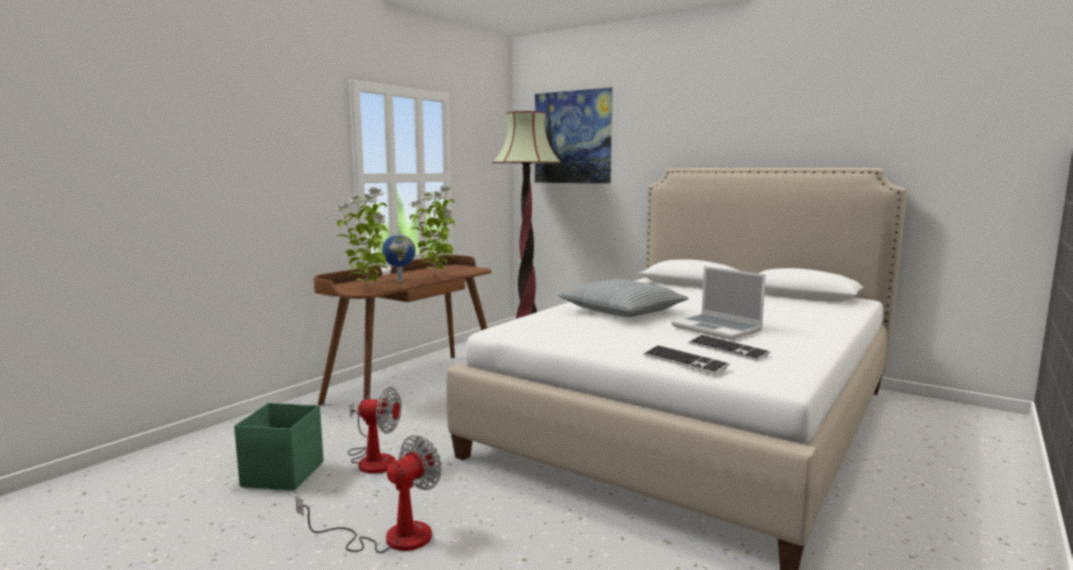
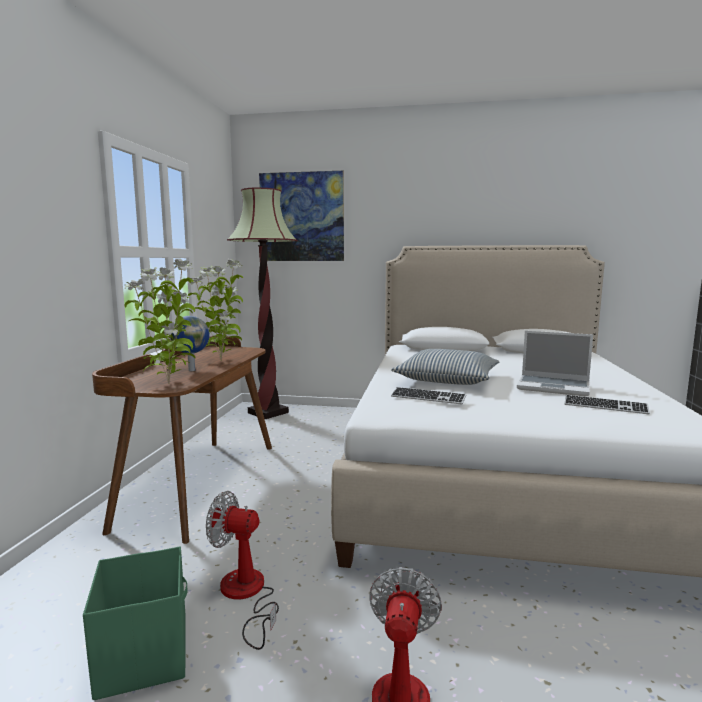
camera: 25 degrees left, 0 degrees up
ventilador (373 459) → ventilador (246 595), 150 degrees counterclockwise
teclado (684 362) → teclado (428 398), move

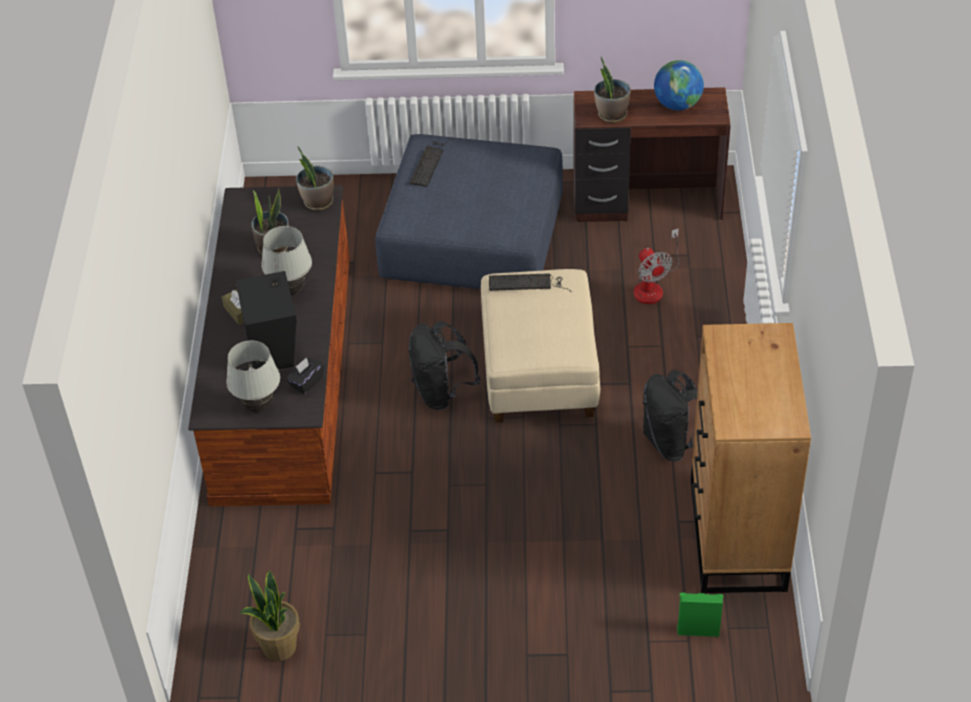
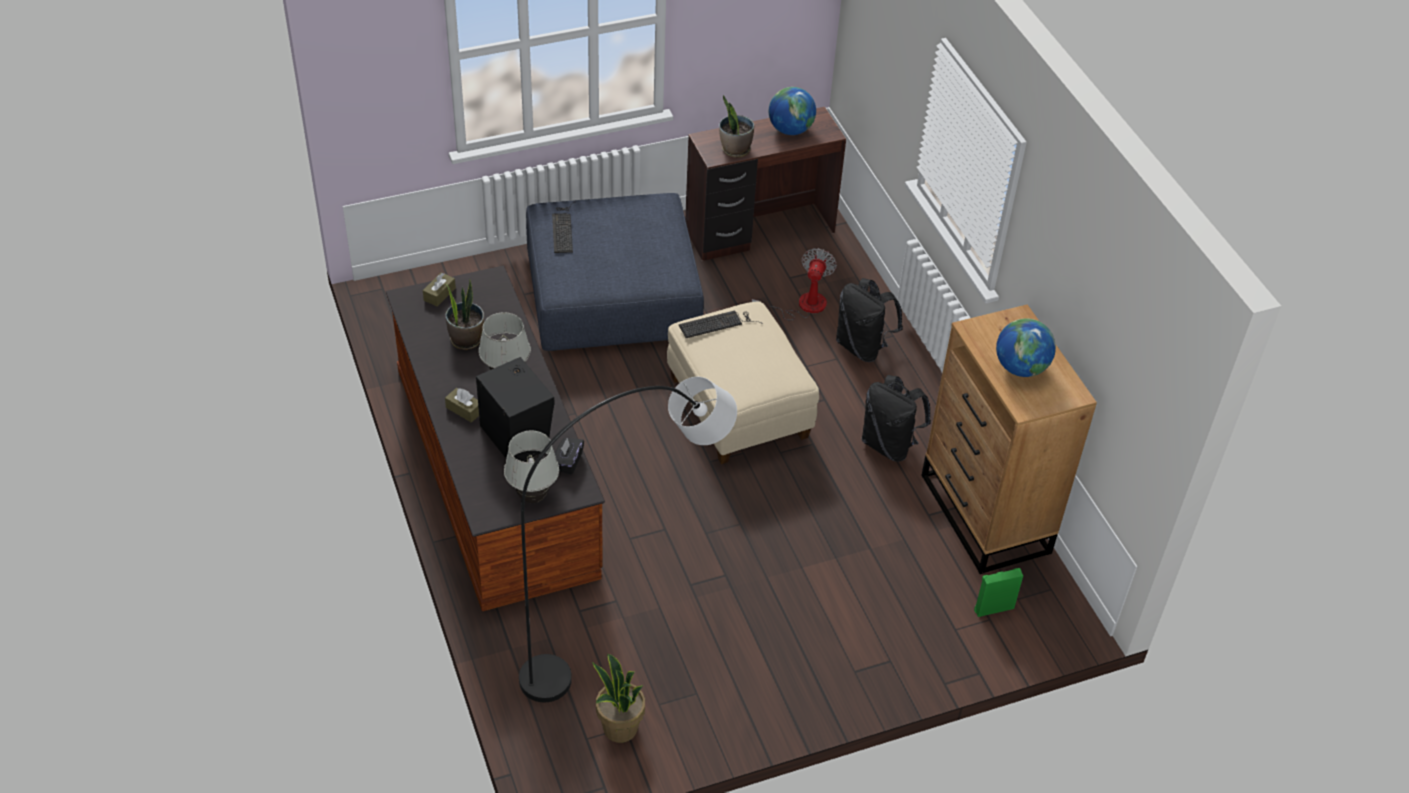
camera: 25 degrees left, 0 degrees up
planta en maceta (317 202) → -
mochila/negro (442 393) → mochila/negro (862 347), move
ventilador (653 286) → ventilador (802 306), 120 degrees counterclockwise
- → caja de pañuelos/marrón (439 294)
- → lámpara de pie/negro (627 634)
- → globo terráqueo (1020 368)

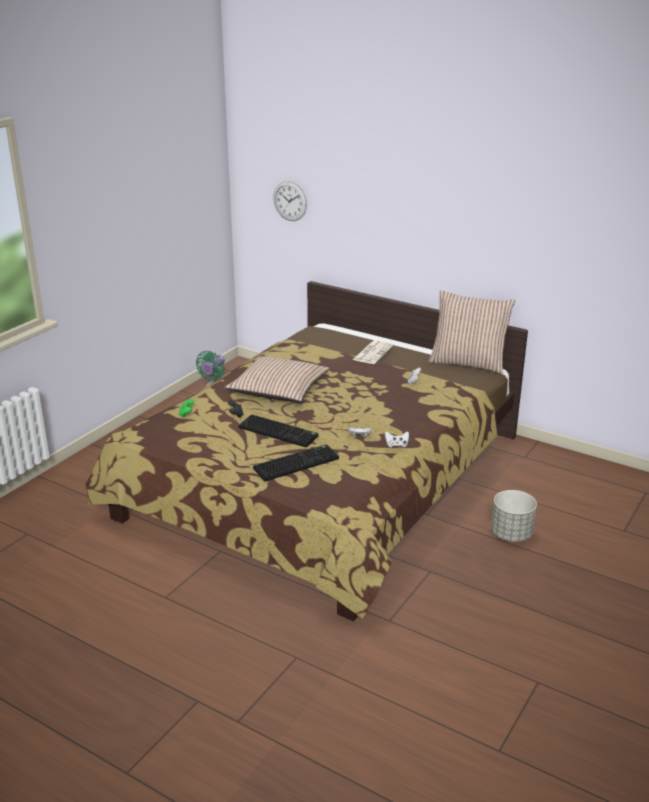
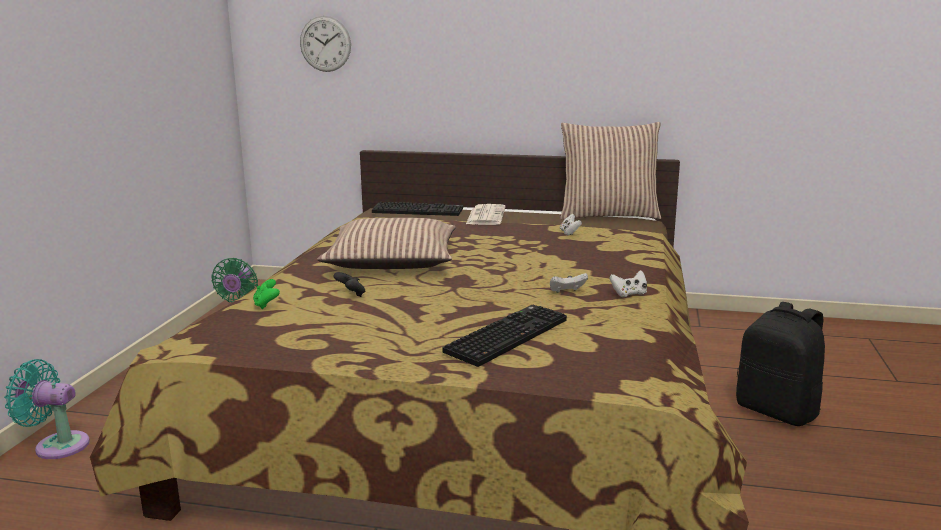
camera: 20 degrees left, 10 degrees down
teclado (279 431) → teclado (419 210), move
maceta/gris (511 534) → mochila/negro (777 411)
- → ventilador/turquesa (57 445)

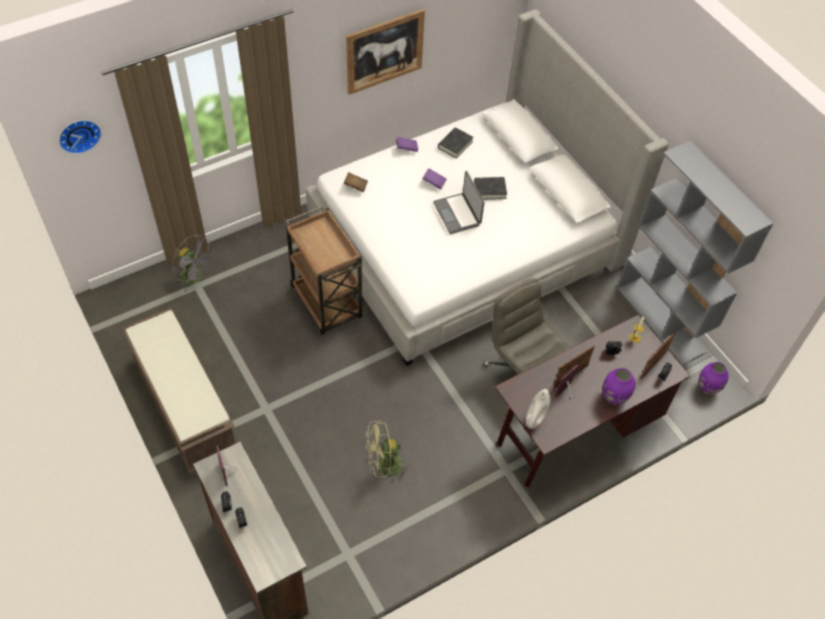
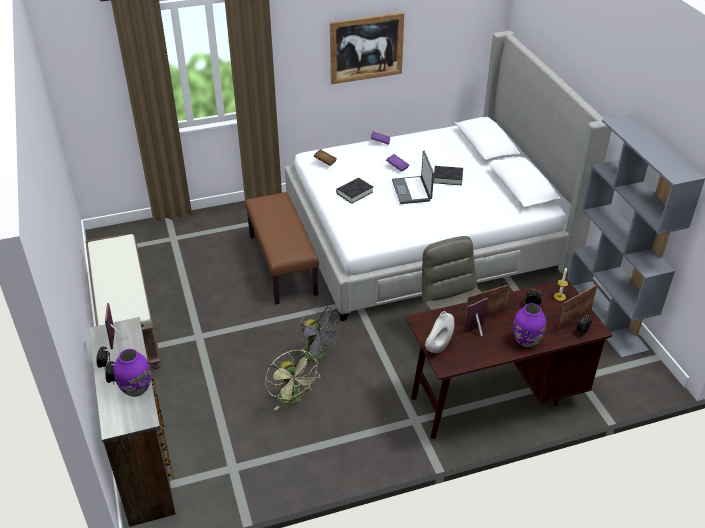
camera: 15 degrees right, 15 degrees down
reloj de pared (79 134) → -
ventilador/gris (196 278) → ventilador/gris (317 355), move
carrito/marrón (327 303) → banco/marrón (283 265)
ventilador/verde (384 466) → ventilador/verde (293 399), 120 degrees counterclockwise
libro/negro (455 145) → libro/negro (354 193), move
florero/morado (708 387) → florero/morado (136 389), move

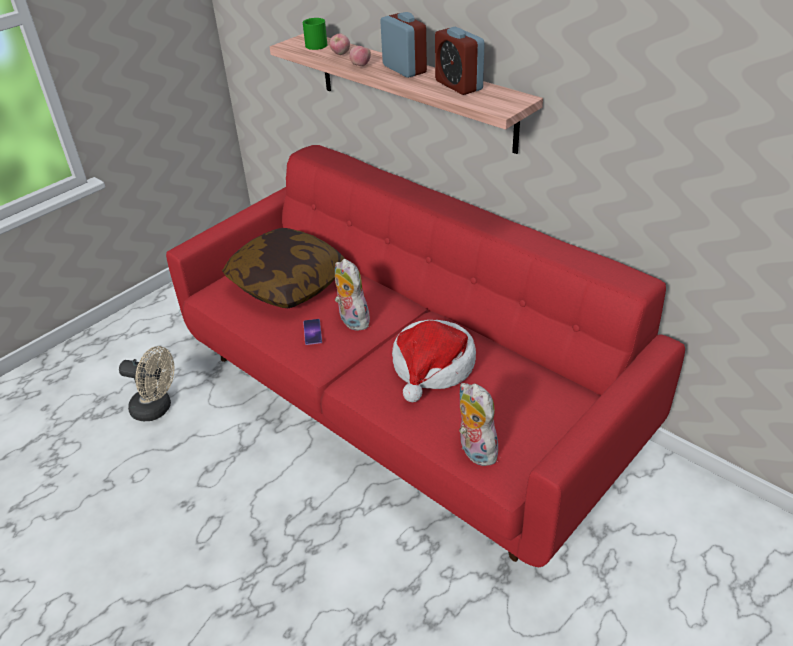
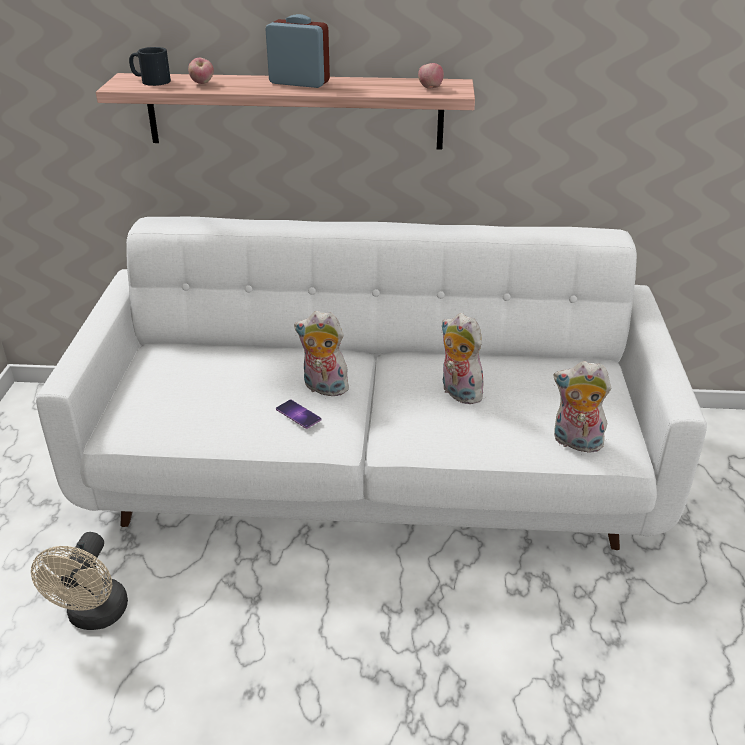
camera: 40 degrees left, 5 degrees down
ventilador/beis (157 408) → ventilador/beis (94 616), 120 degrees clockwise
sofá/rojo (402 400) → sofá/blanco (373 470)
cojín (288 283) → -
taza grande/verde (313 44) → taza grande/negro (150 81)
manzana (360 65) → manzana (430 88), move
sombrero (432 367) → peluche (458 393)
despertador (458 85) → -

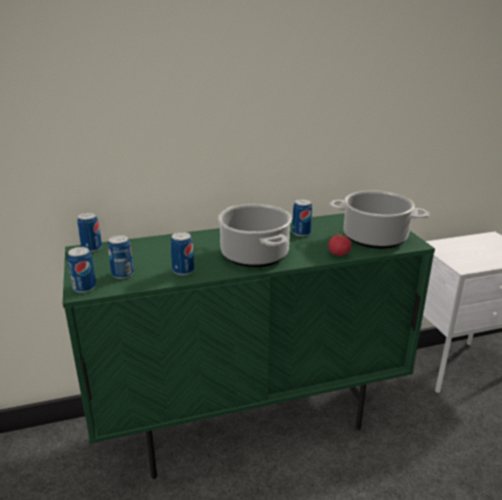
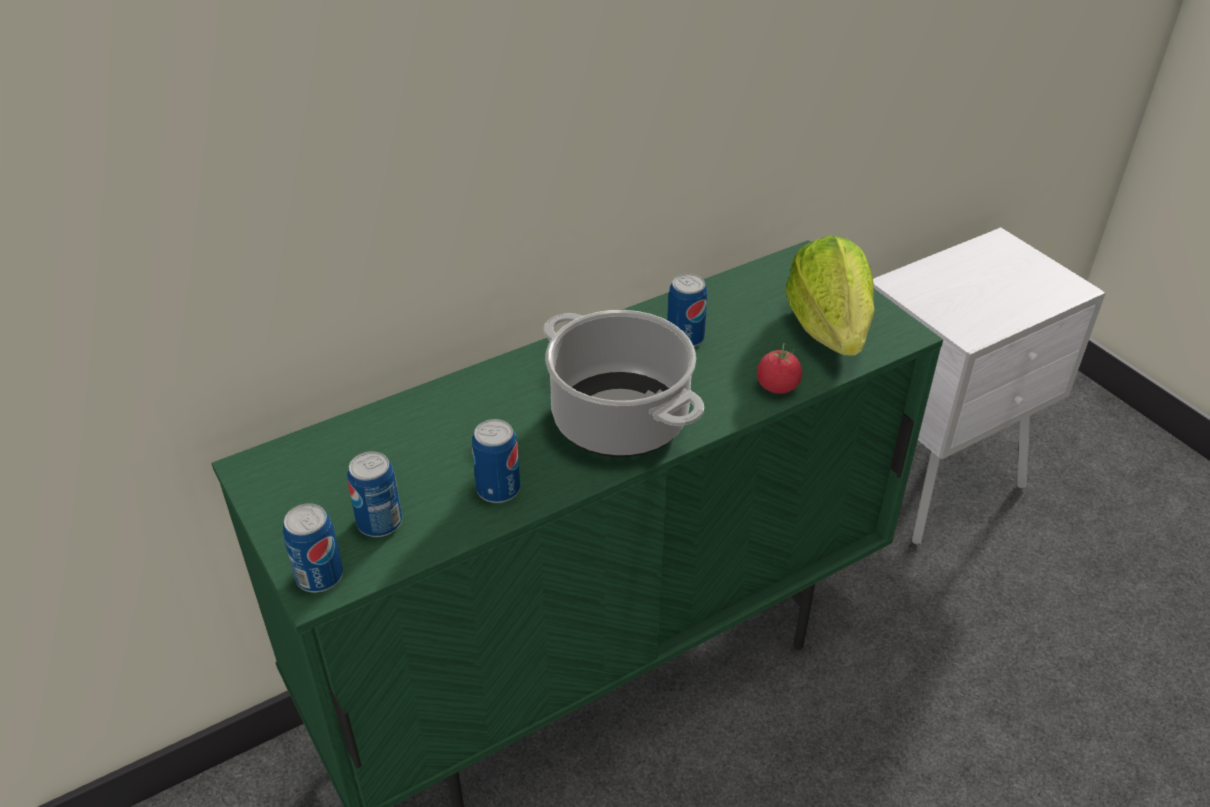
camera: 15 degrees left, 15 degrees up
lata (92 248) → -
olla (375 238) → lechuga (829 330)

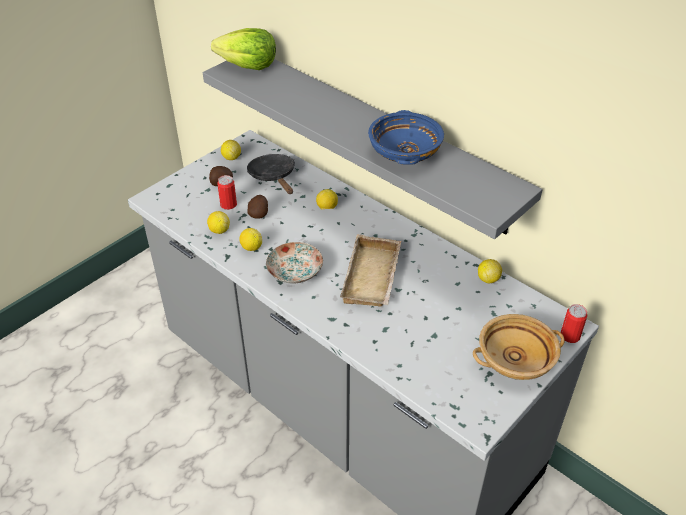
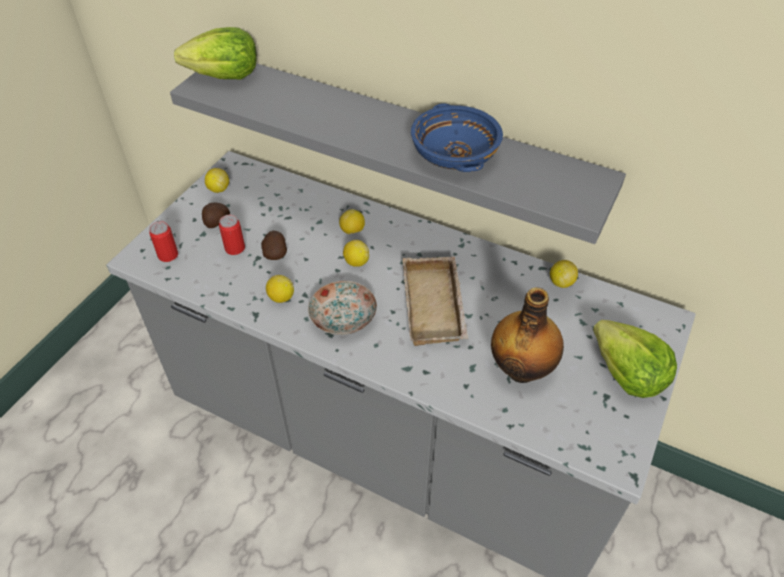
camera: 15 degrees left, 5 degrees up
limón (219 230) → limón (356 262), move
sartén/negro (273 176) → -
cuenco/beis (515 360) → lechuga (627 374)
lata (570 336) → lata (168 255), move
- → botella (522 368)

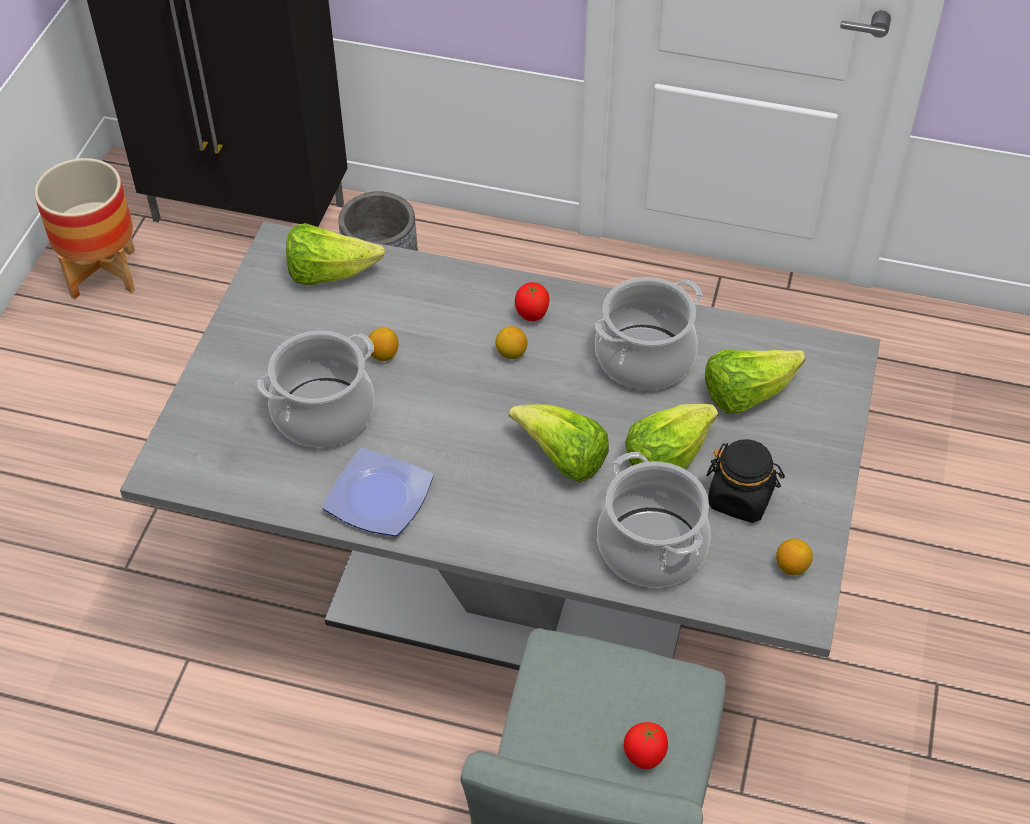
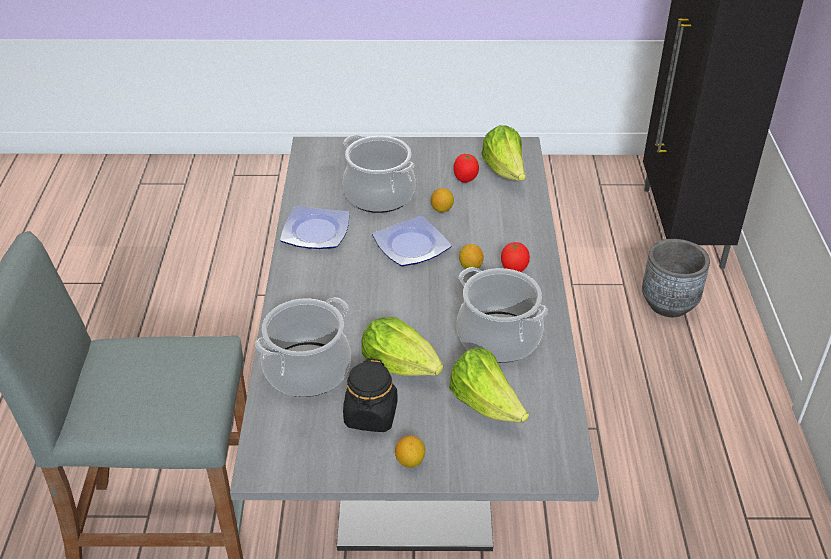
camera: 75 degrees right, 10 degrees down
maceta (103 273) → -
lechuga (562 459) → -
tomate (644 757) → tomate (465 180), move
limón (791 566) → limón (410 461), move
- → plato (413 246)

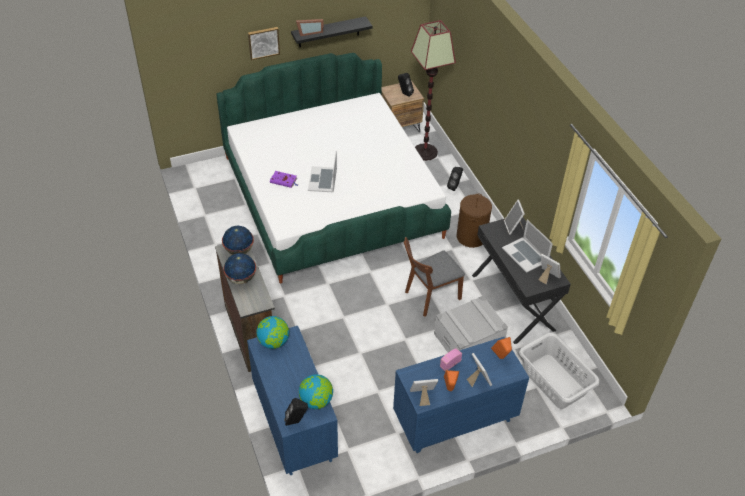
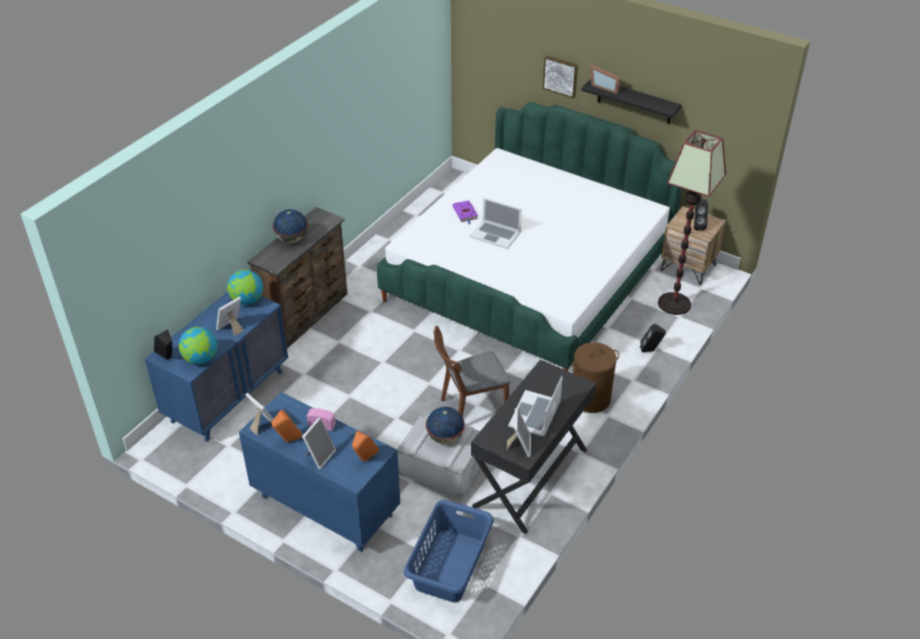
camera: 55 degrees right, 5 degrees down
globo terráqueo (239 250) → globo terráqueo (445 437), move
portátil (323 179) → portátil (495 234), 120 degrees counterclockwise
silla/marrón (429 297) → silla/marrón (469 408), 45 degrees counterclockwise
portarretratos (513 227) → portarretratos (231 328), move
cesto de la ropa/gris (554 382) → cesto de la ropa/azul (449 565)

